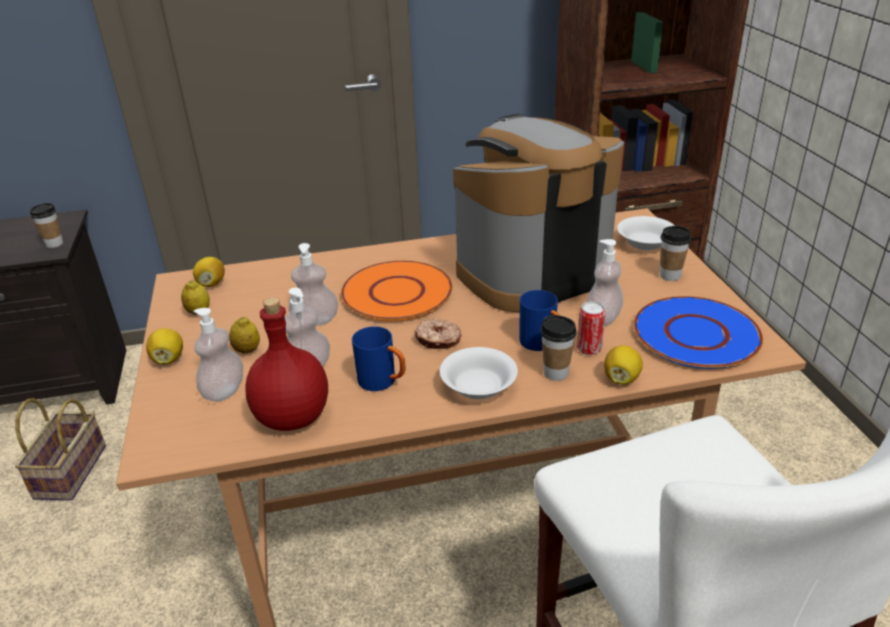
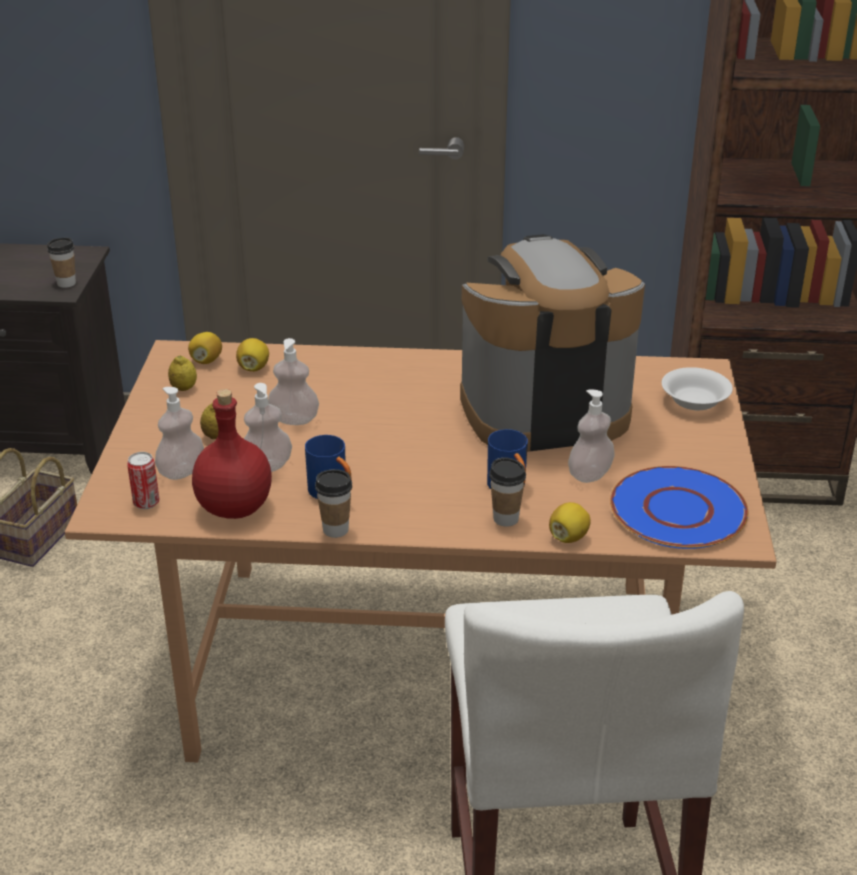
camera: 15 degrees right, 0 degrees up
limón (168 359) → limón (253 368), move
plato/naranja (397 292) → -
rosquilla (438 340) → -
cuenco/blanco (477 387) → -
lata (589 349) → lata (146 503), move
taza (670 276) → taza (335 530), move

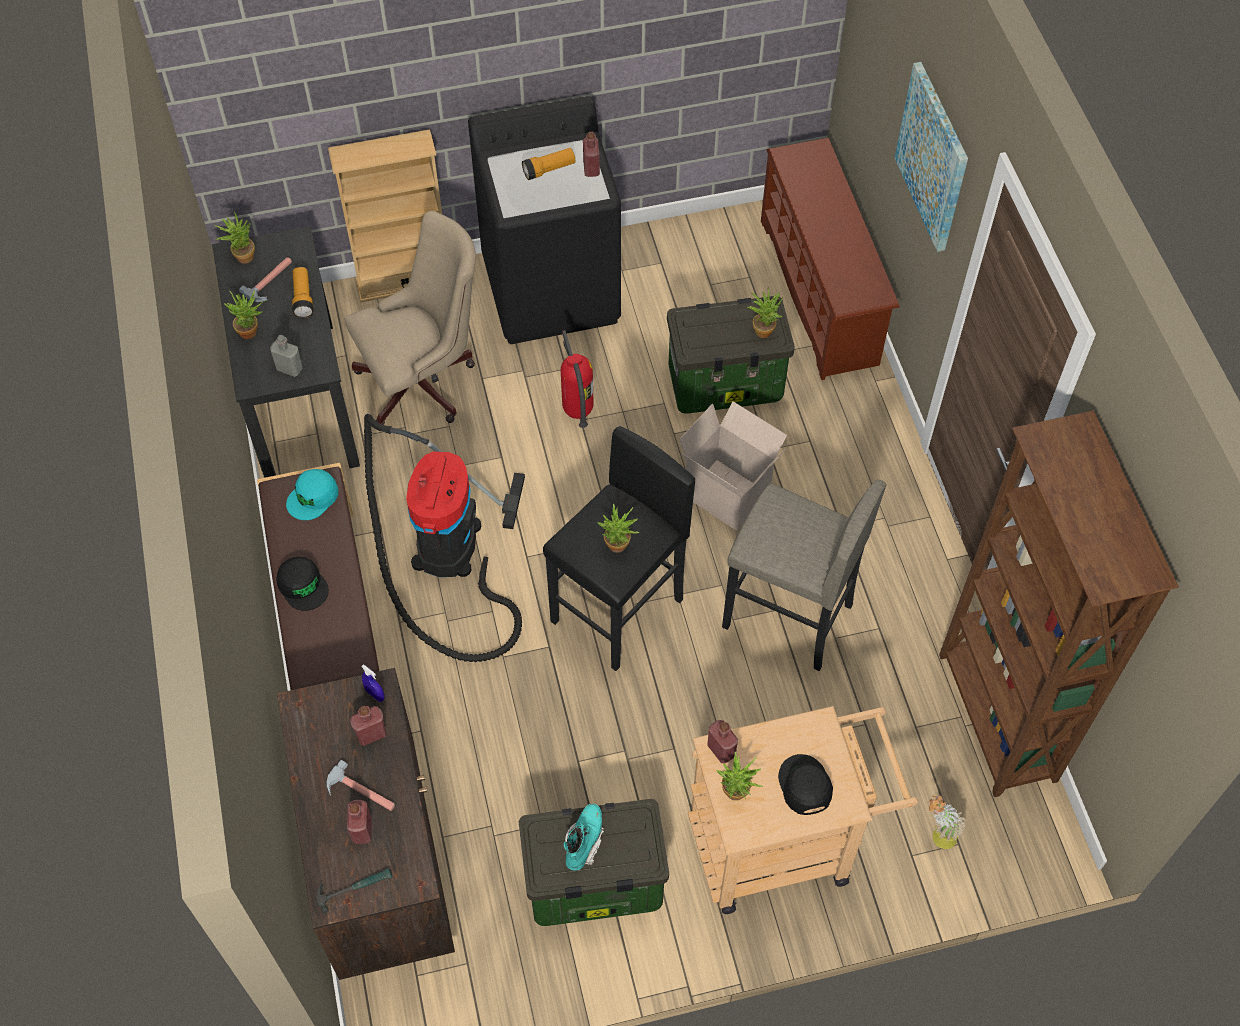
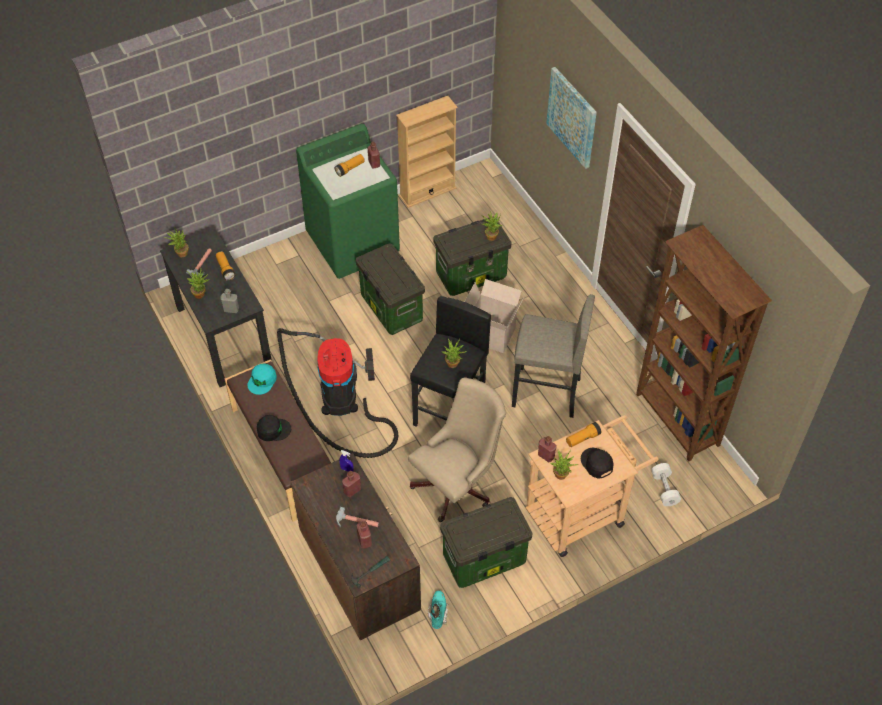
camera: 15 degrees left, 5 degrees down
gorra/negro (303 585) → gorra/negro (273 430), 45 degrees counterclockwise
estantería/beis (404 281) → estantería/beis (427 192), move
silla de oficina/beis (424 382) → silla de oficina/beis (457 484), move
lavadora/negro (552 290) → lavadora/verde (353 243)
extintor (577 412) → caja de almacenaje (390 308)
bota/turquesa (583 841) → bota/turquesa (438 612), move
zapatero/marrón (821 293) → -
planta en maceta (937 837) → mancuerna/blanco (664 489)
- → linterna (582 438)

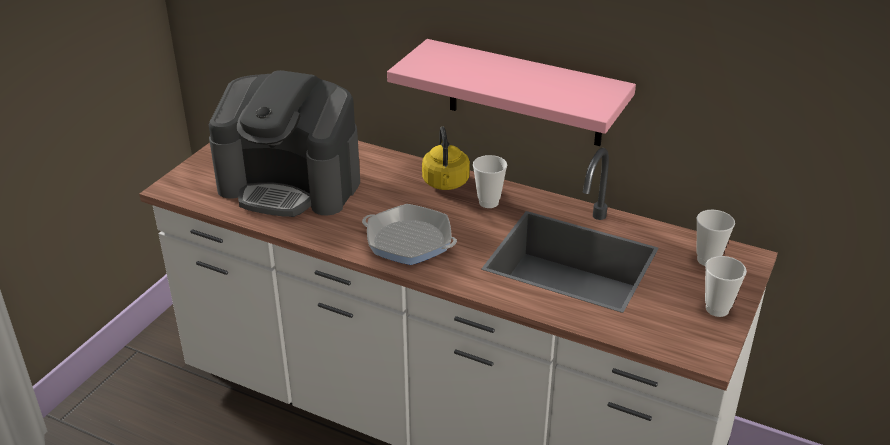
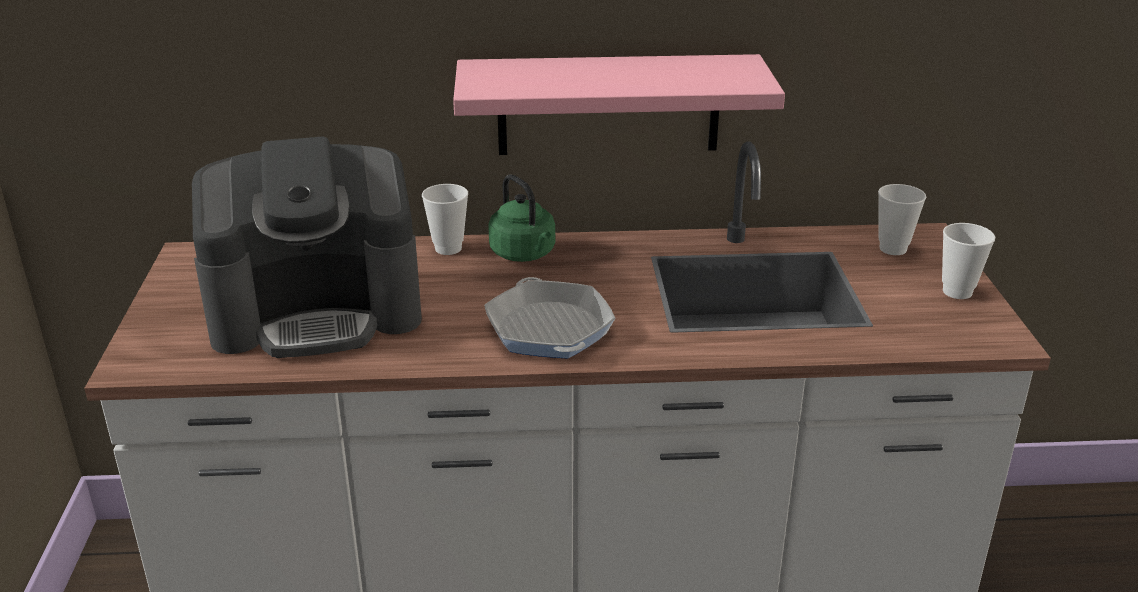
camera: 30 degrees left, 5 degrees down
sartén (409 241) → sartén (549 329), 75 degrees clockwise
hervidor/amarillo (446 183) → hervidor/verde (524 254)
taza (488 202) → taza (448 248), move

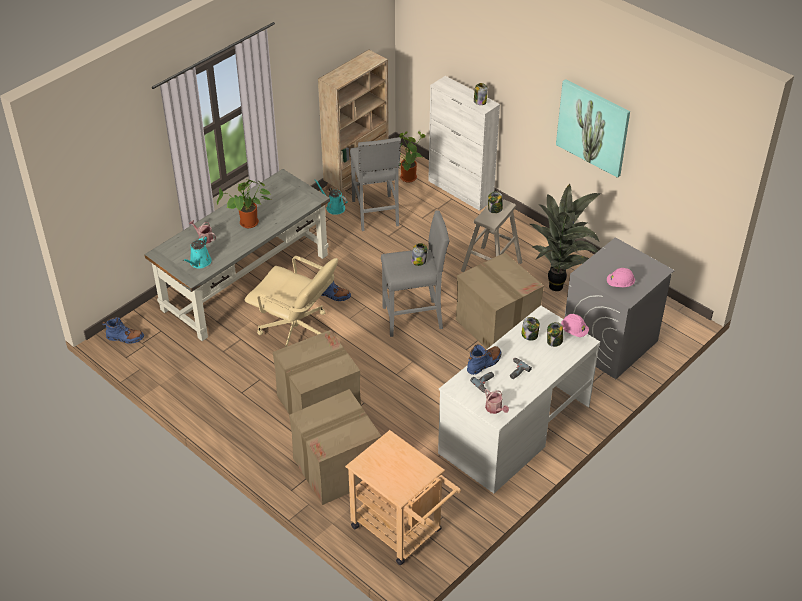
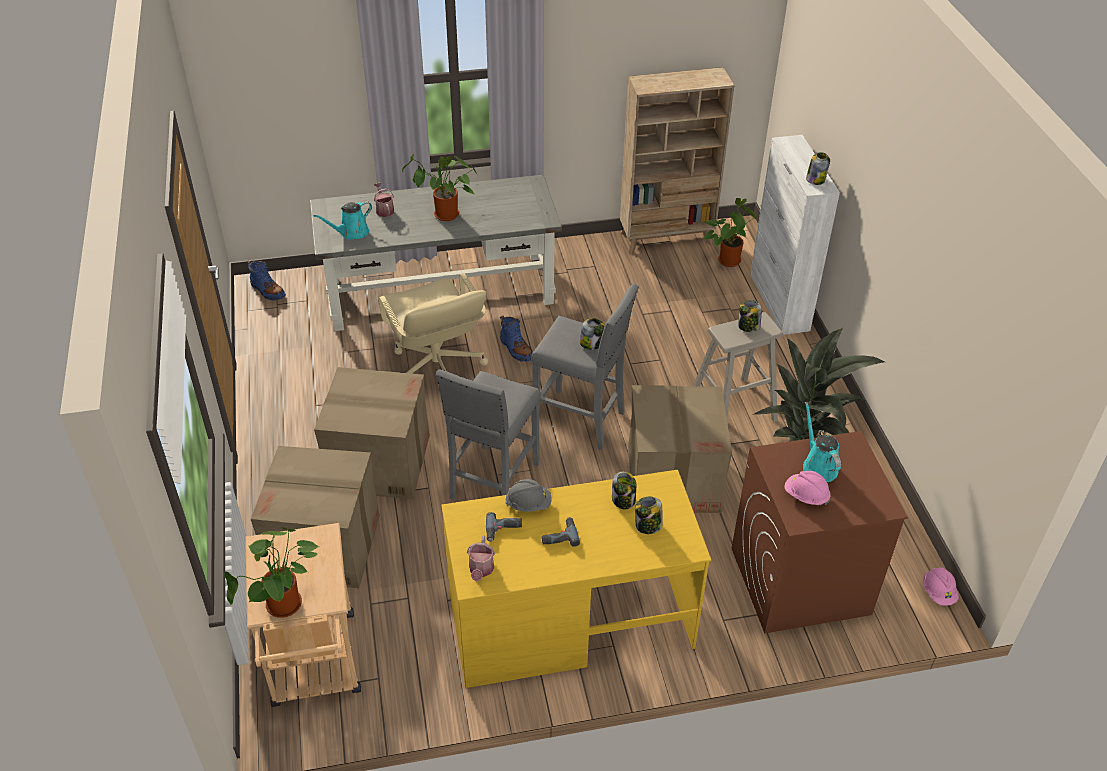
camera: 35 degrees right, 0 degrees up
regadera/turquesa (334 207) → regadera/turquesa (818 466), move
taburete/gris (375 214) → taburete/gris (493 482), move
escritorio/blanco (514 429) → escritorio/amarillo (569 621)
bota/azul (484 363) → casco/gris (528 504)
cuadro (593 127) → -
casco/rosa (574 331) → casco/rosa (938 592), move
lavadora/gris (609 343) → lavadora/marrón (799 581)
- → planta en maceta (284 608)

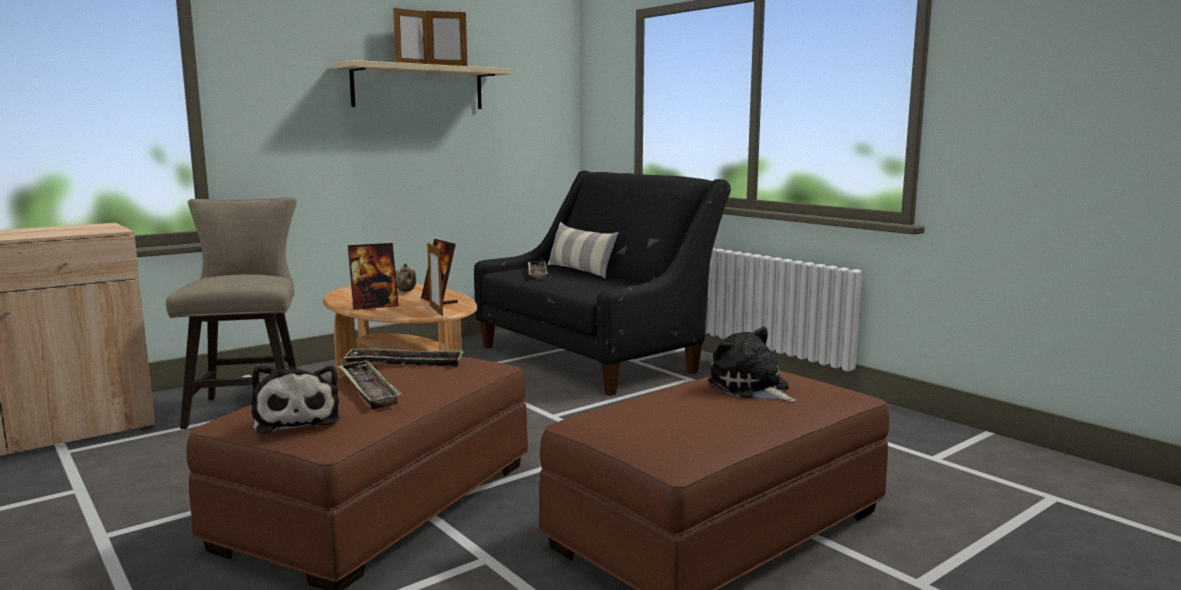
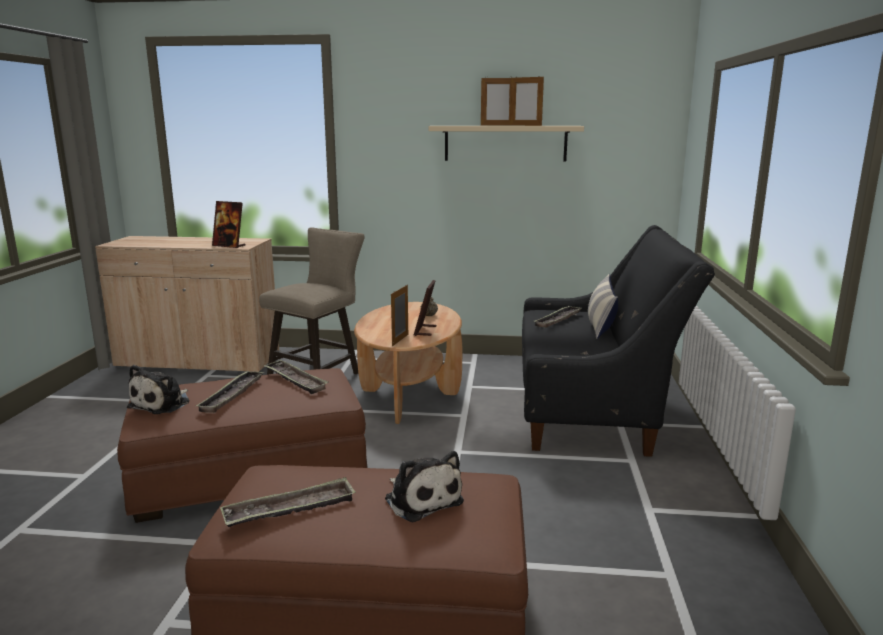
camera: 45 degrees right, 5 degrees up
portarretratos (374 306) → portarretratos (229 246), move
peluche (751 388) → peluche (421 499), 135 degrees clockwise
- → bandeja (290 509)

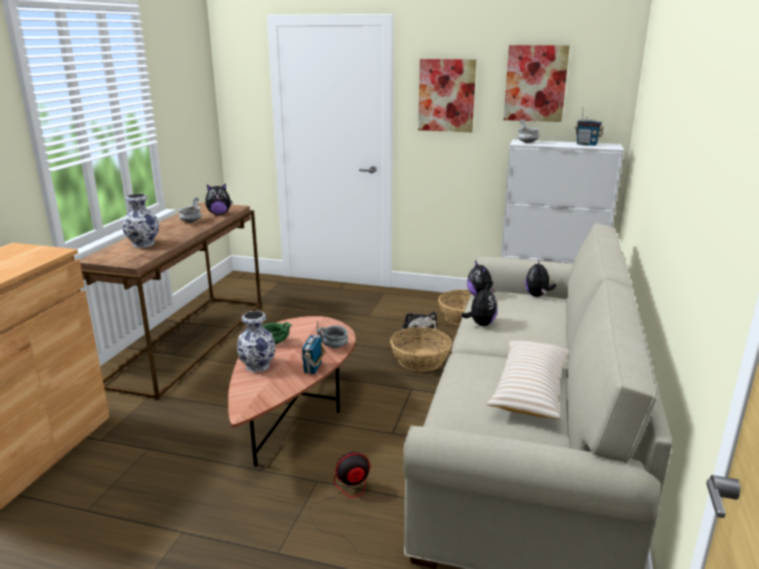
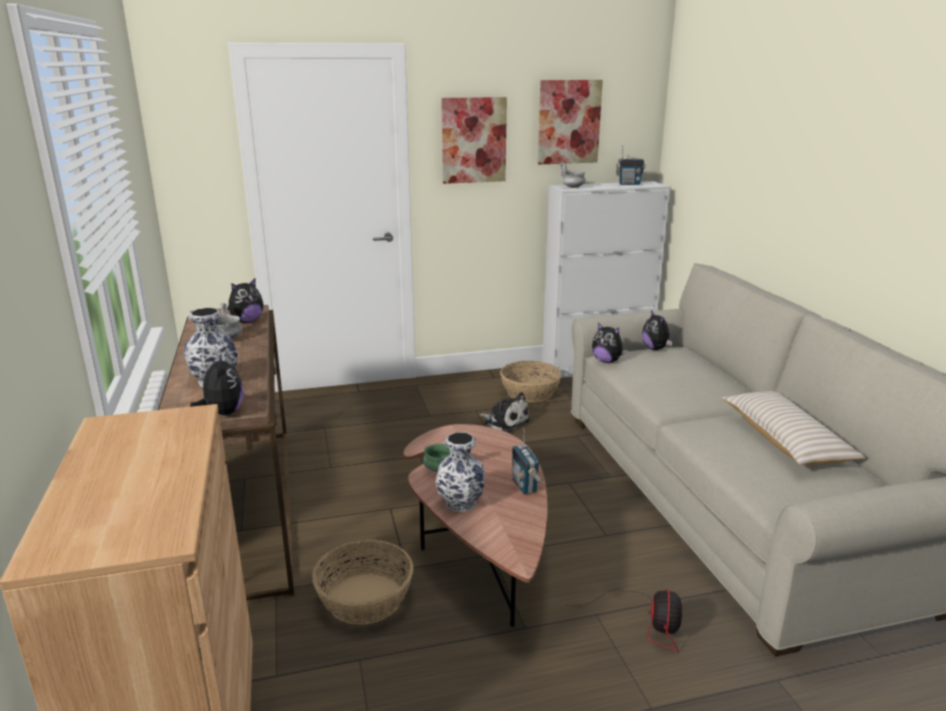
camera: 30 degrees left, 0 degrees up
ventilador (344 500) → ventilador (645 622), 150 degrees clockwise
cuenco/gris (334 346) → -
cesta (420 360) → cesta (365 598), move
peluche (480 324) → peluche (223 413), move

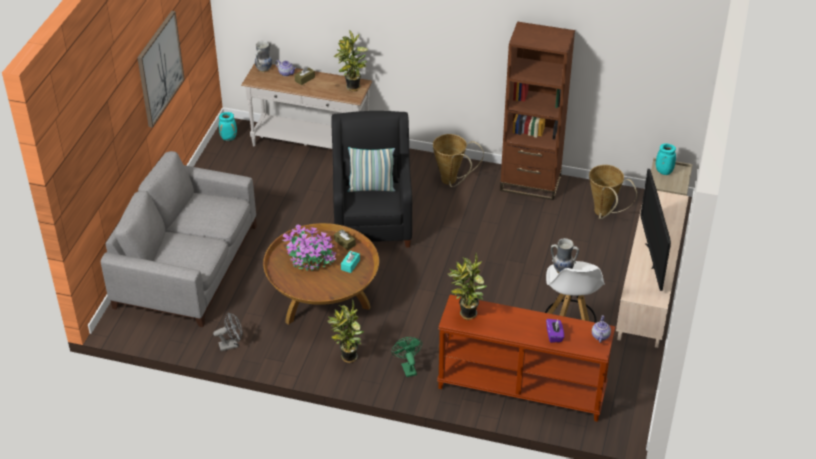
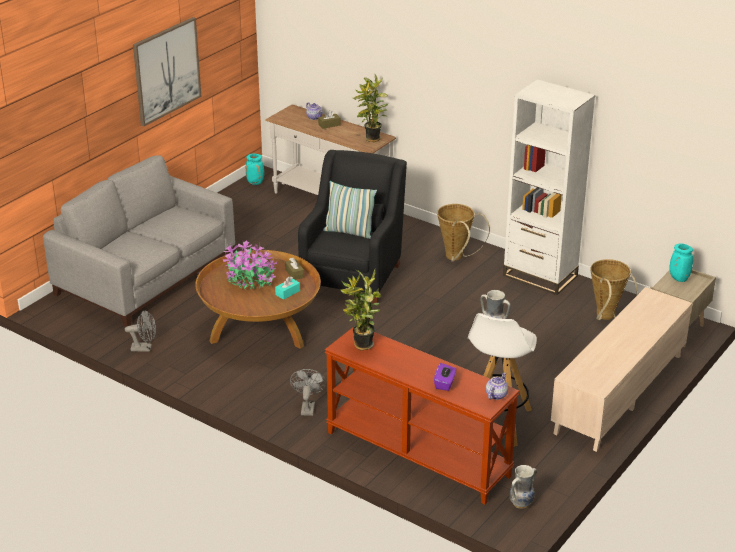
camera: 20 degrees right, 10 degrees down
florero (264 69) → florero (521 504), move
planta en maceta (347 358) → -
ventilador/verde (407 367) → ventilador/gris (307 407)
estantería/marrón (530 183) → estantería/blanco (540 276)
televisor (652 256) → -

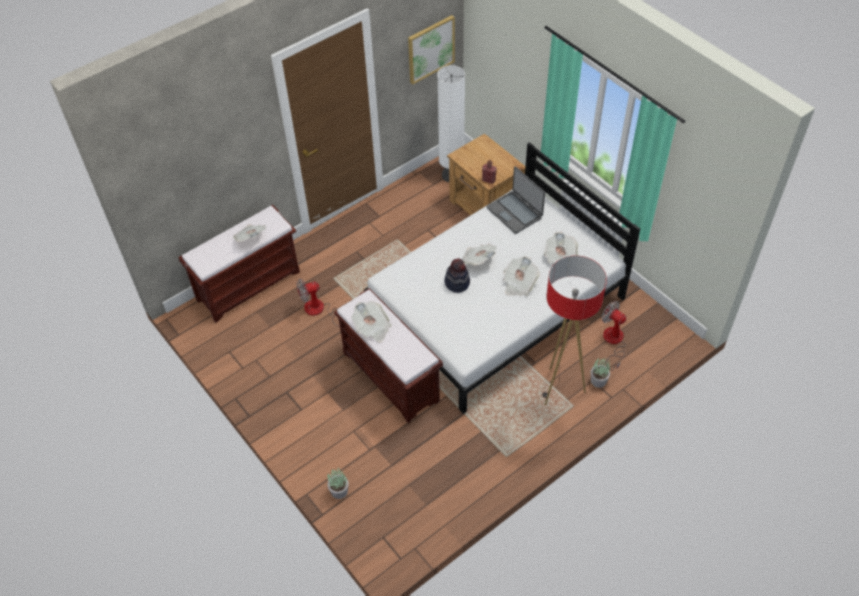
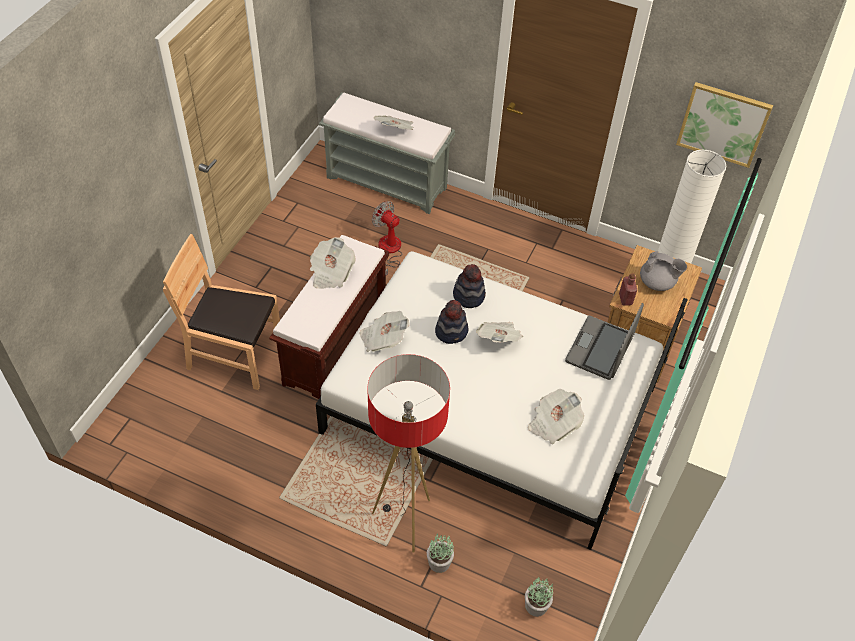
camera: 60 degrees right, 0 degrees up
banco/marrón (249 285) → banco/gris (388 182)
planta en maceta (339 491) → planta en maceta (536 606), move
periódico (519 284) → periódico (383 339), move
ventilador (613 342) → -
- → silla/marrón (234 354)
- → sombrero (469 295)
- → tetera/gris (657 283)

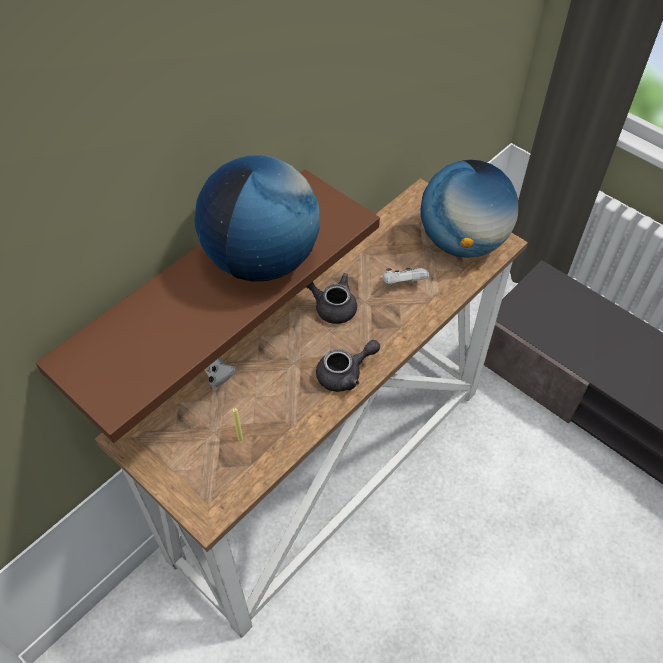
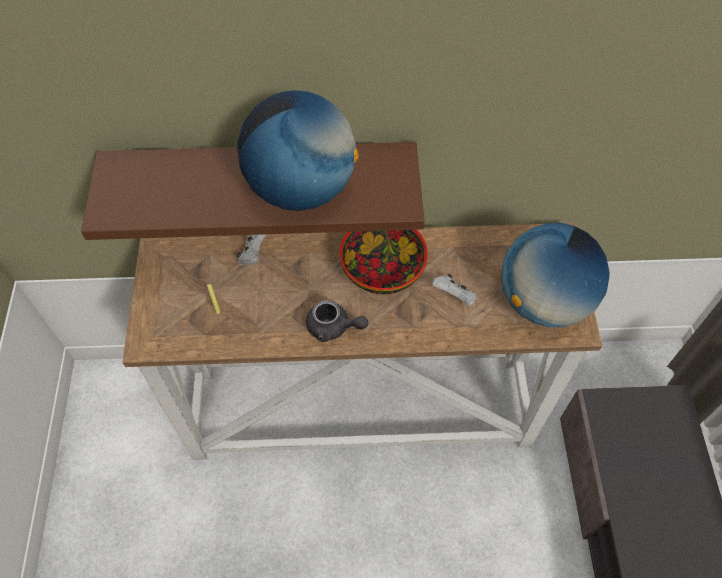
camera: 45 degrees right, 5 degrees up
tetera/gris (331 306) → cuenco (381 270)

